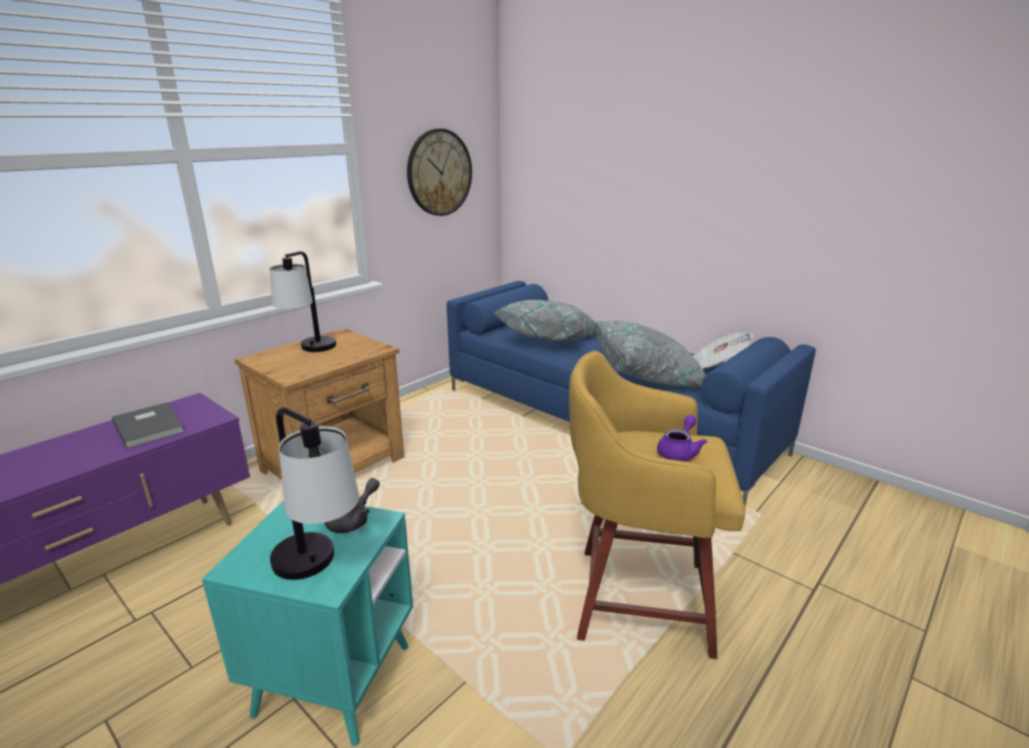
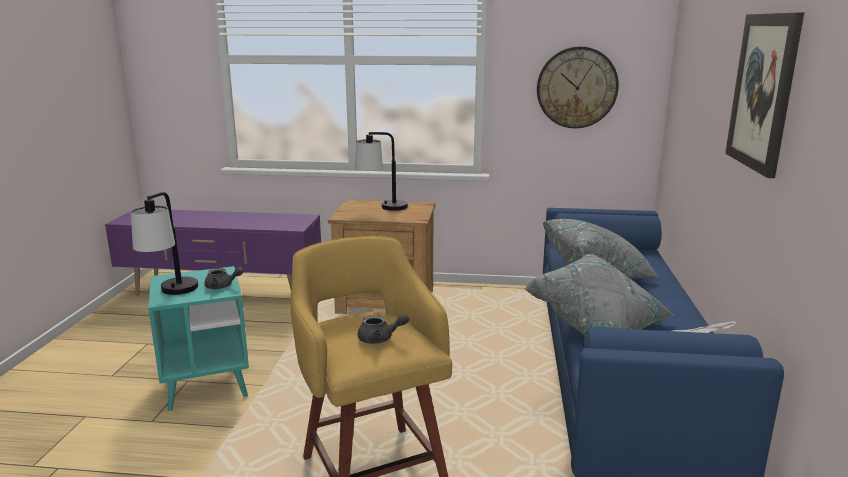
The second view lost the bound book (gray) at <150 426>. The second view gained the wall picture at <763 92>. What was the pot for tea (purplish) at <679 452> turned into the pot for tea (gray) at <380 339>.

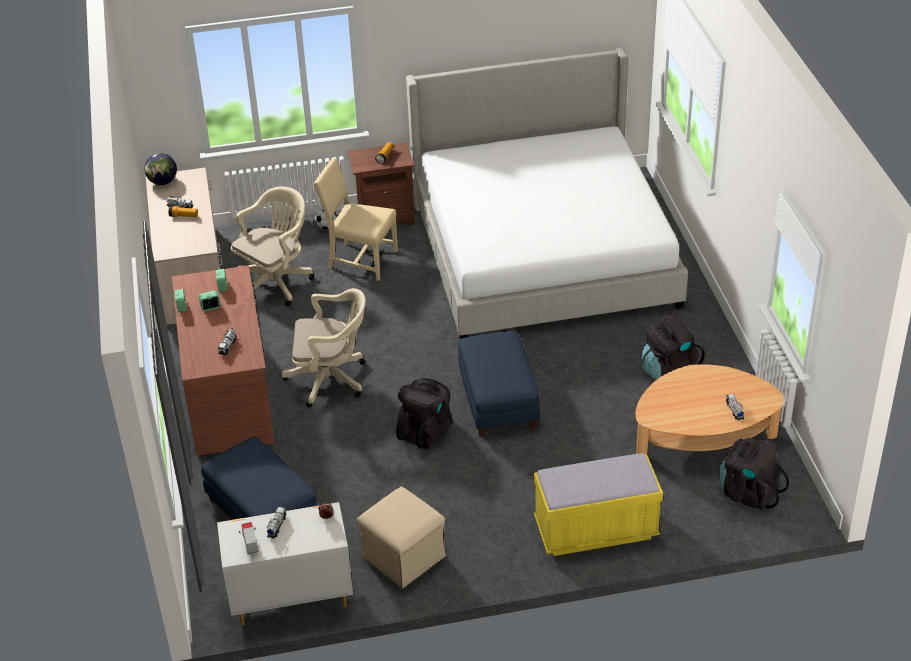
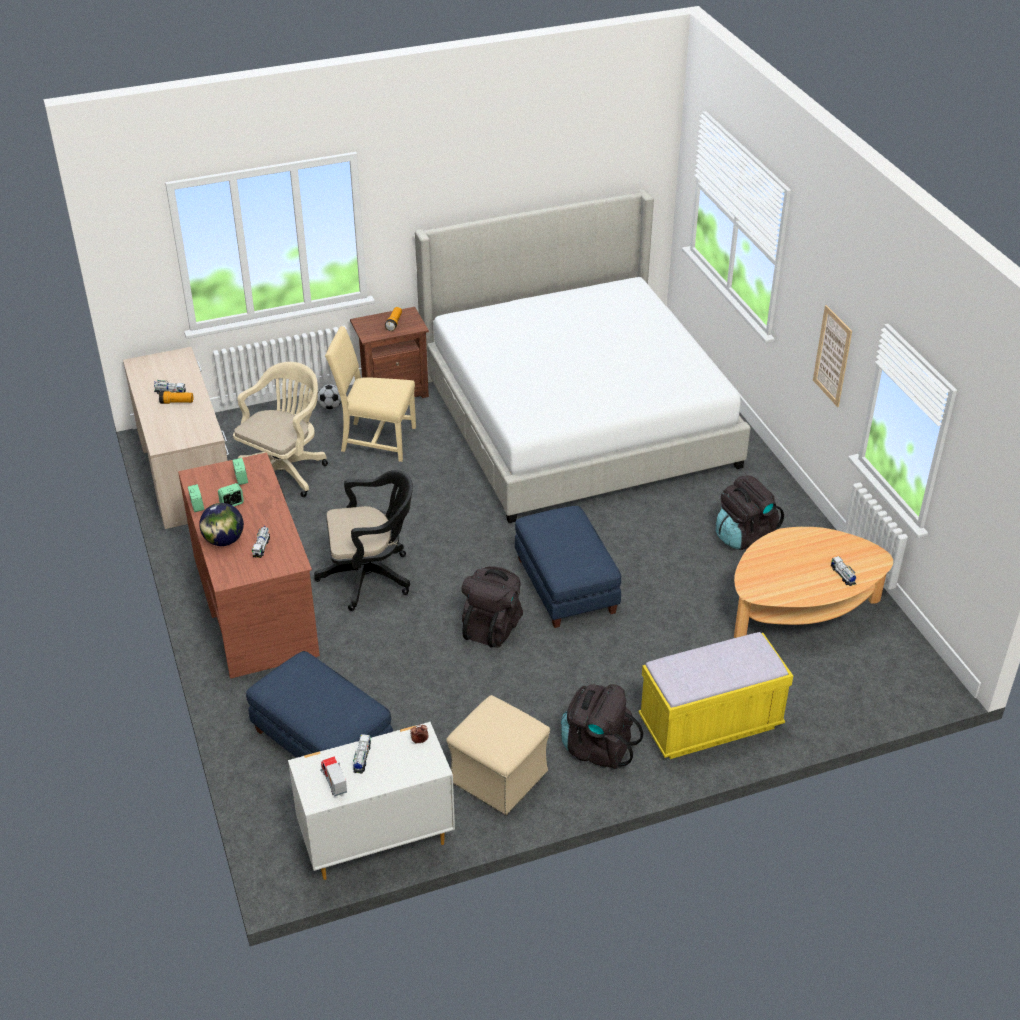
The second view gained the wall picture at <832 356>. The world globe ended up elsewhere, having gone from <163 182> to <224 541>. The backpack (black) ended up elsewhere, having gone from <748 493> to <597 748>. What was the computer chair (sand-coloured) at <331 379> turned into the computer chair (black) at <371 577>.

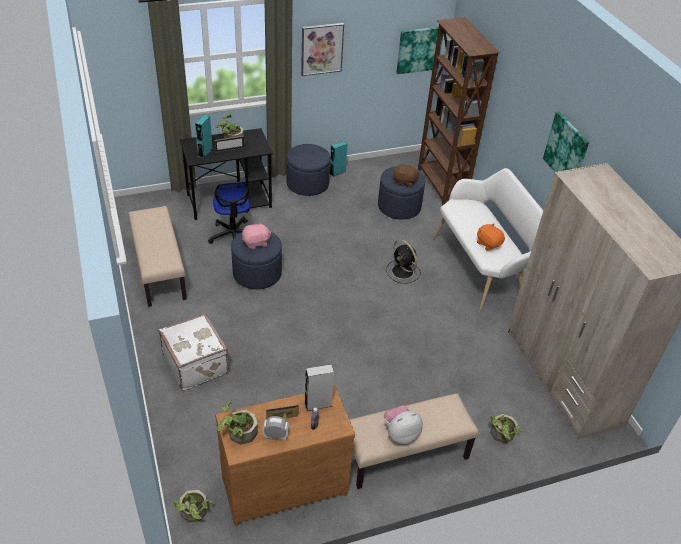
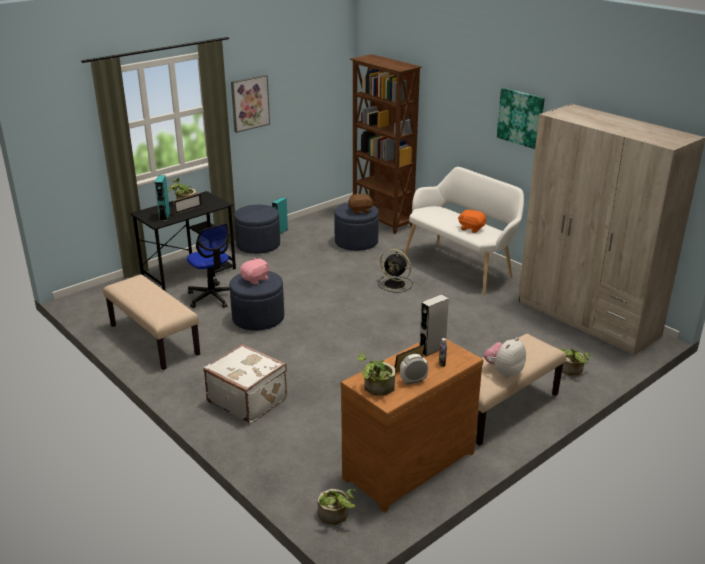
The second view lost the wall picture at <419 49>.

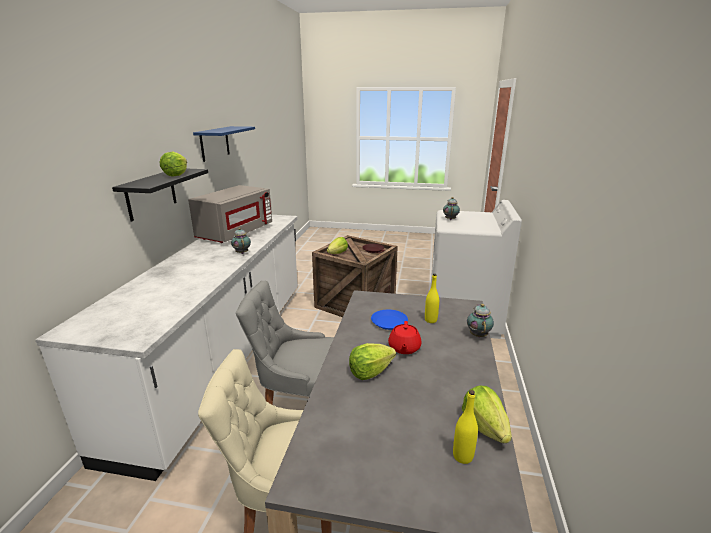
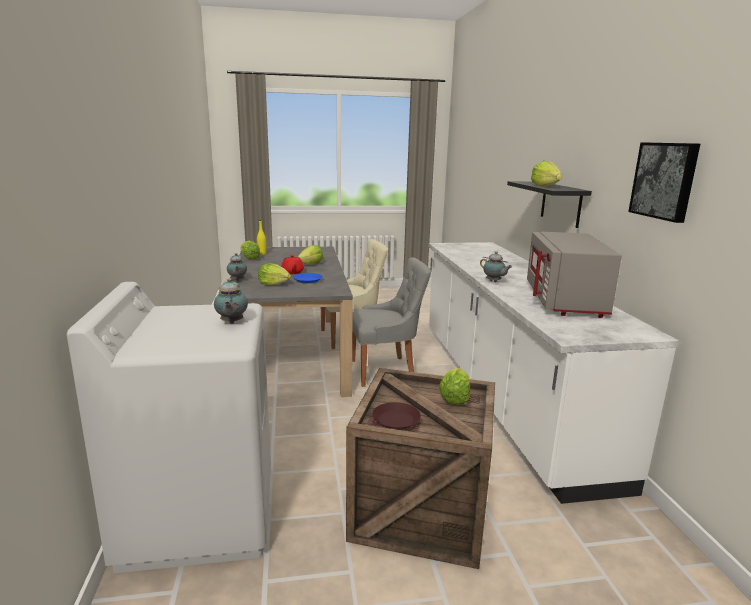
Where the shelf (blue) hung at <214 143>, the wall picture came to hang at <665 180>. Where the beverage bottle (yellow-coloured) stood at <430 320>, the lettuce head came to stand at <274 284>.

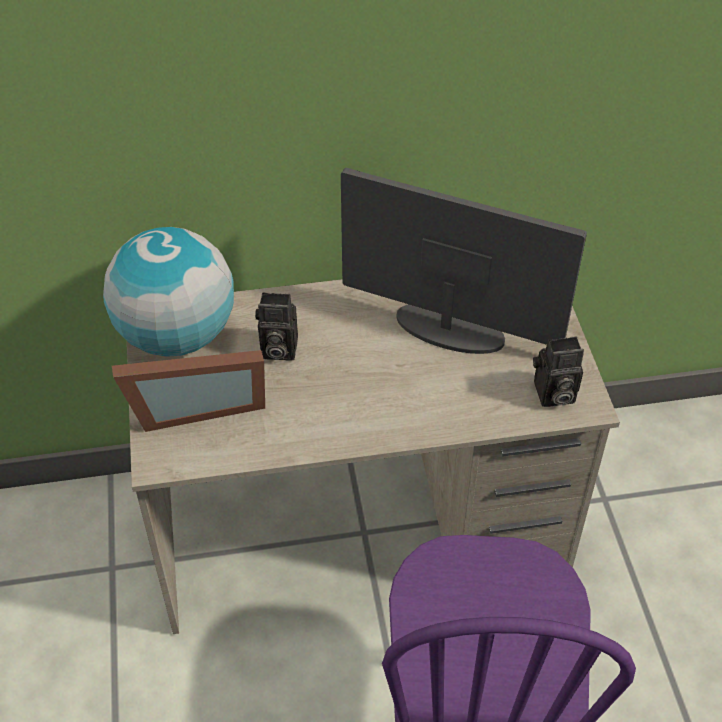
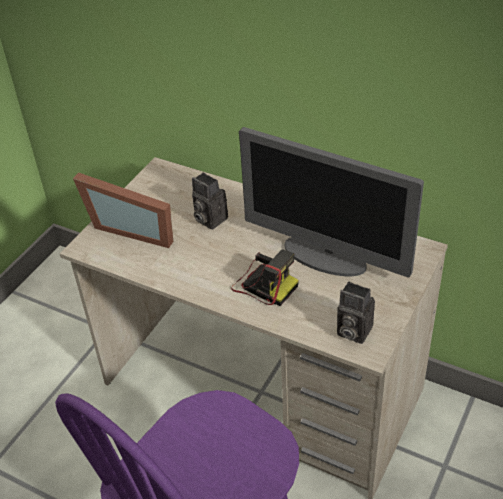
The second view lost the world globe at <177 336>. The second view gained the photo camera at <264 284>. The monitor at <449 329> ended up facing another way, 150 degrees clockwise from before.

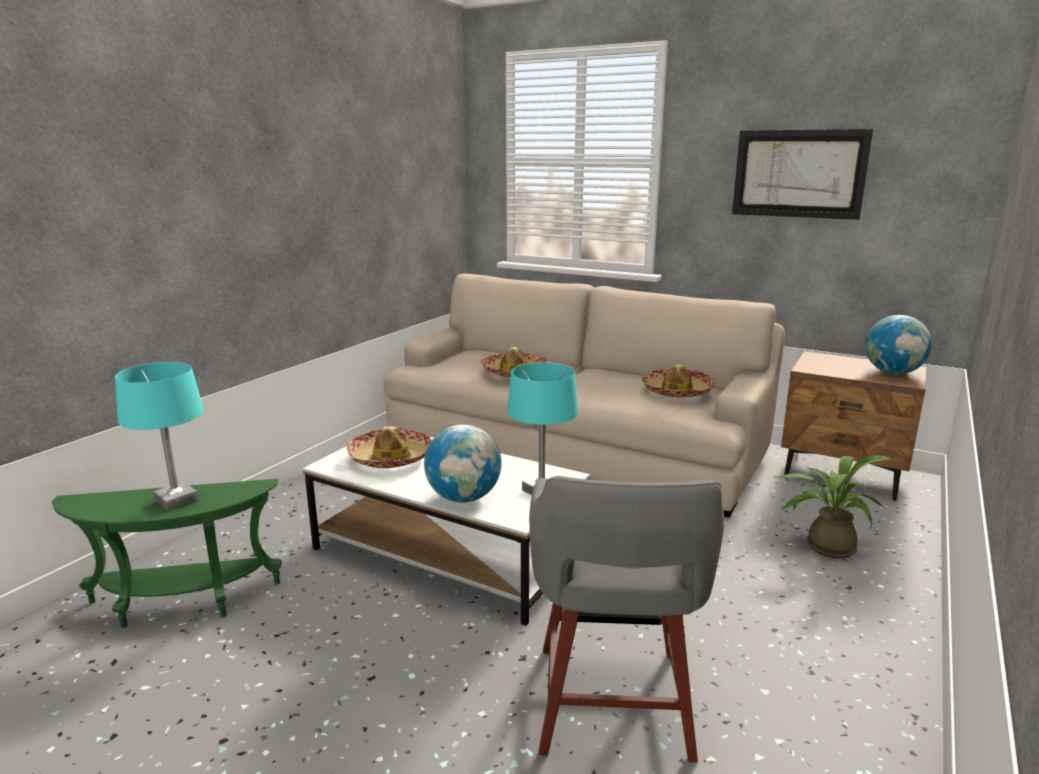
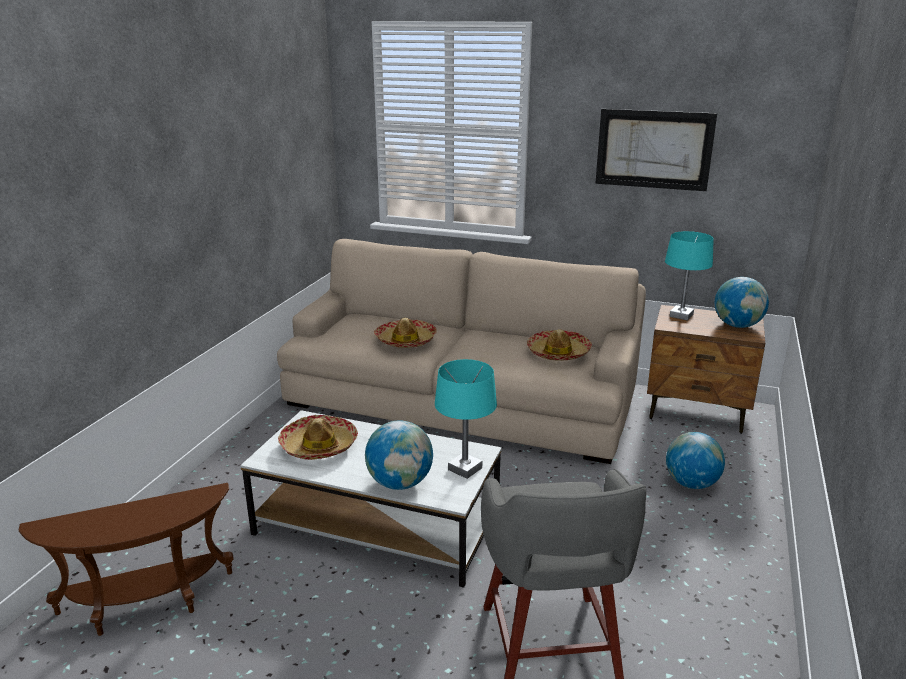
The tabletop lamp (turquoise-coloured) ended up elsewhere, having gone from <177 500> to <681 315>. Where the plant in a pot stood at <824 546>, the world globe came to stand at <691 483>. What was the end table (greenish) at <181 605> turned into the end table (brown) at <146 605>.

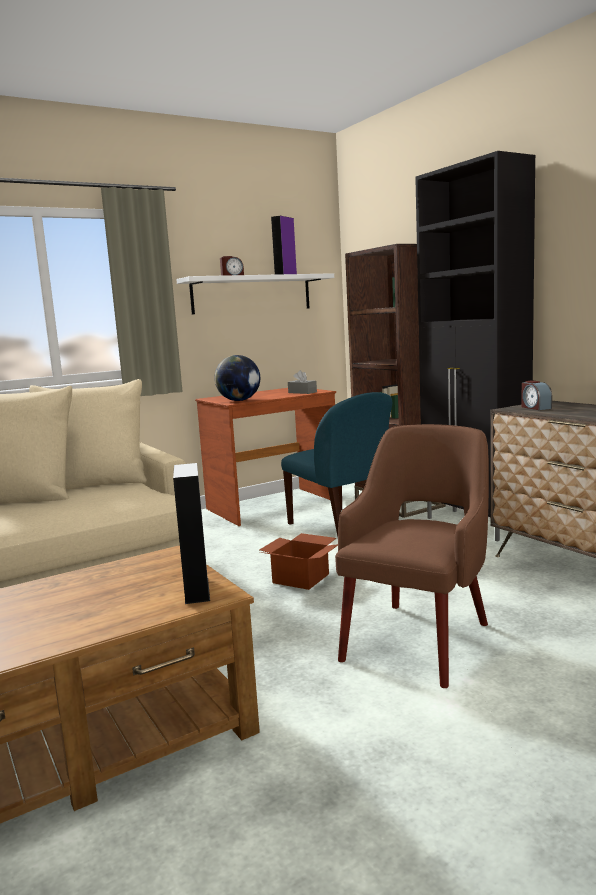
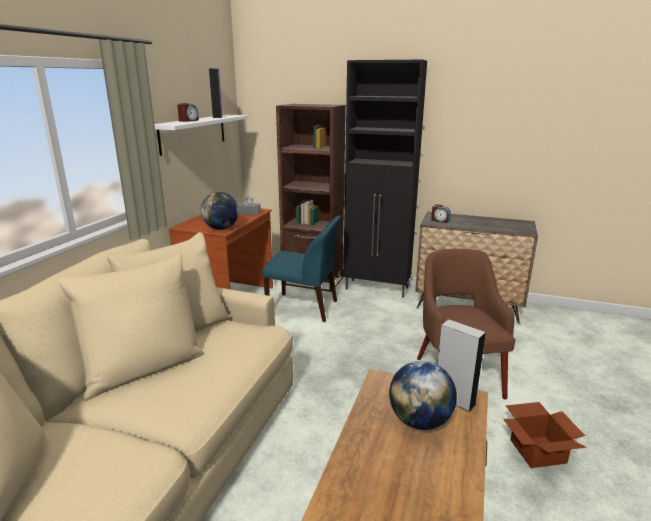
The second view gained the world globe at <420 421>. The cardboard box ended up elsewhere, having gone from <302 578> to <537 450>.

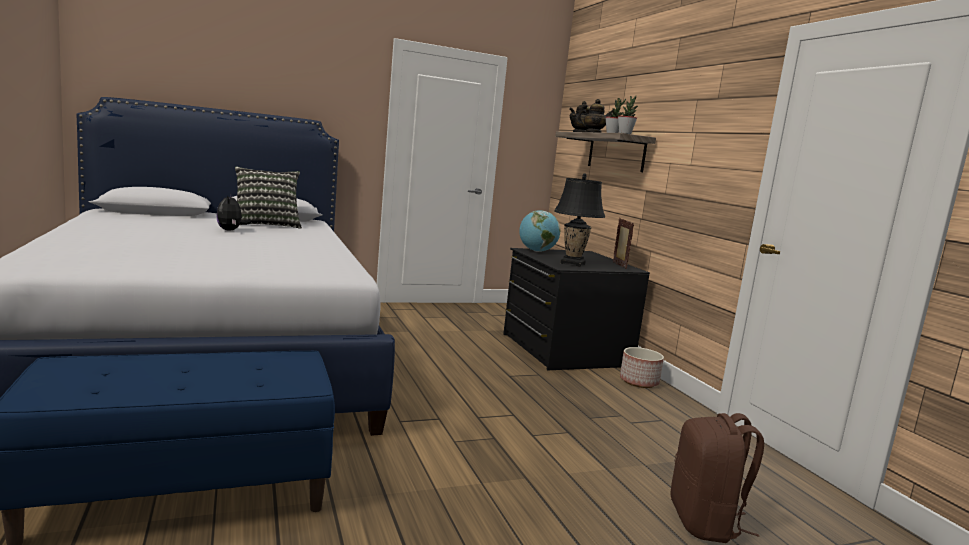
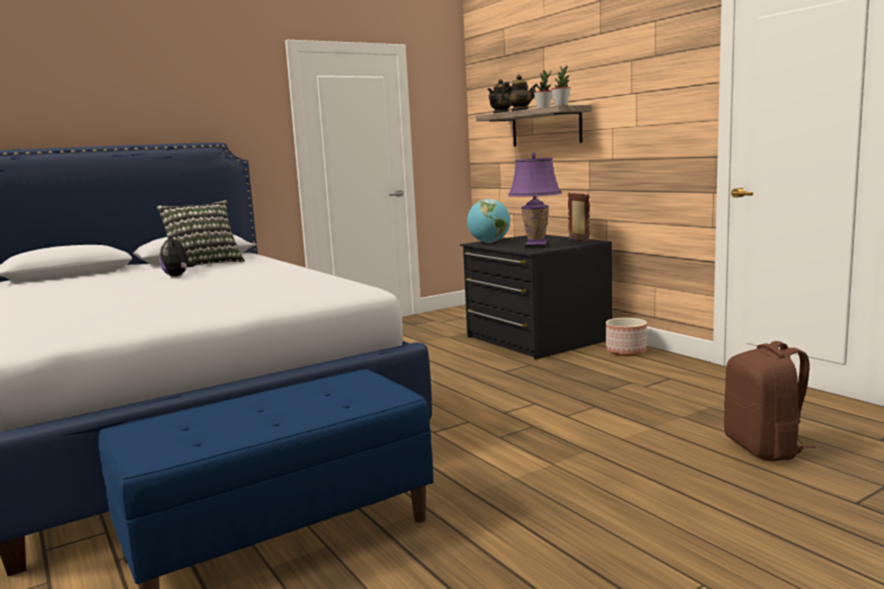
What was the tabletop lamp (black) at <572 263> turned into the tabletop lamp (purplish) at <536 246>.

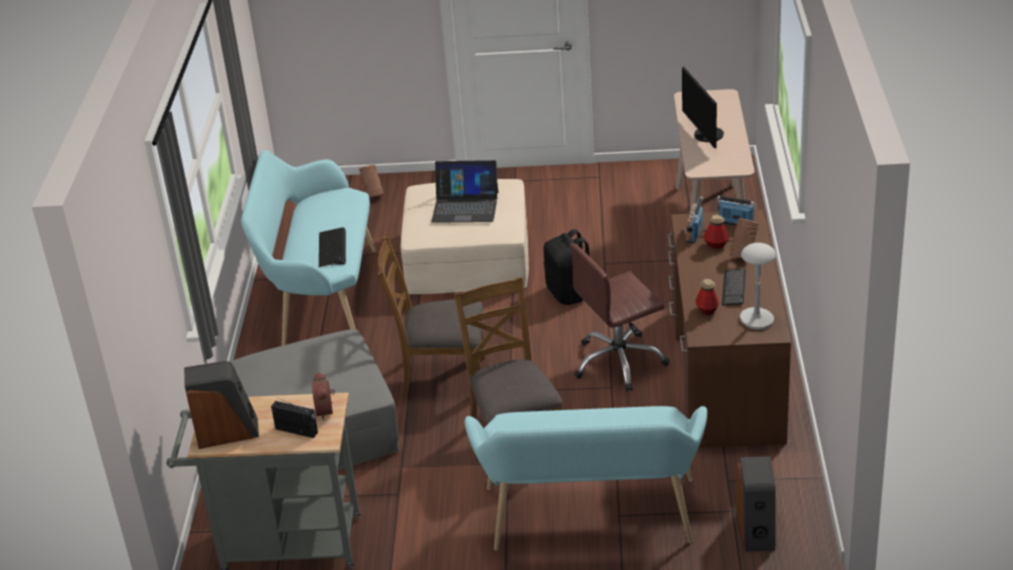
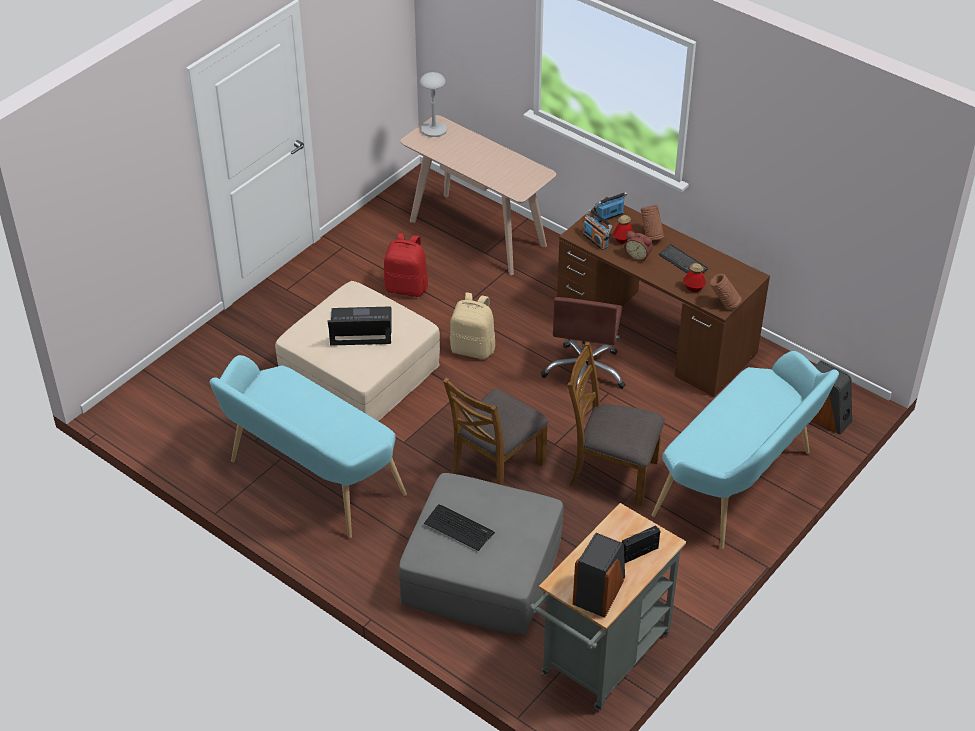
The second view lost the monitor at <705 135>. The second view gained the backpack (red-coloured) at <407 287>. The table clock ended up elsewhere, having gone from <326 411> to <638 255>. The PC keyboard ended up elsewhere, having gone from <332 248> to <459 528>. The decorative vase (brown) ended up elsewhere, having gone from <373 195> to <723 305>. The tabletop lamp (gray) ended up elsewhere, having gone from <757 320> to <434 130>. What was the backpack (black) at <569 293> turned into the backpack (sand-coloured) at <473 348>. The portable computer at <465 206> ended up facing another way, 135 degrees counterclockwise from before.

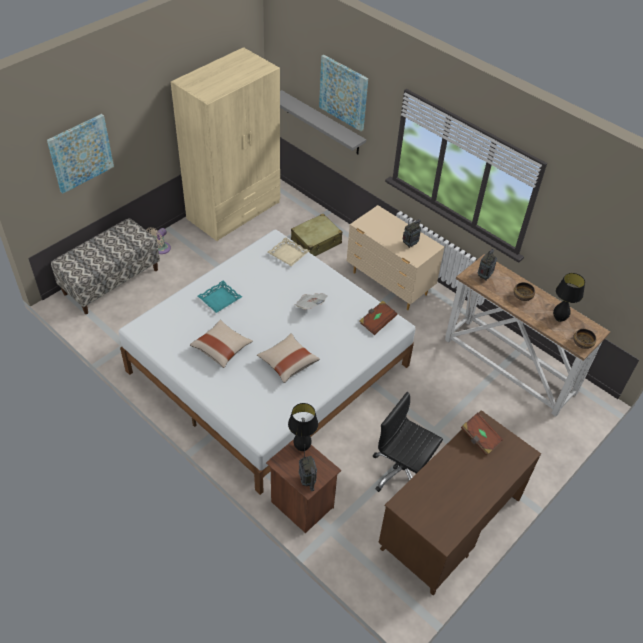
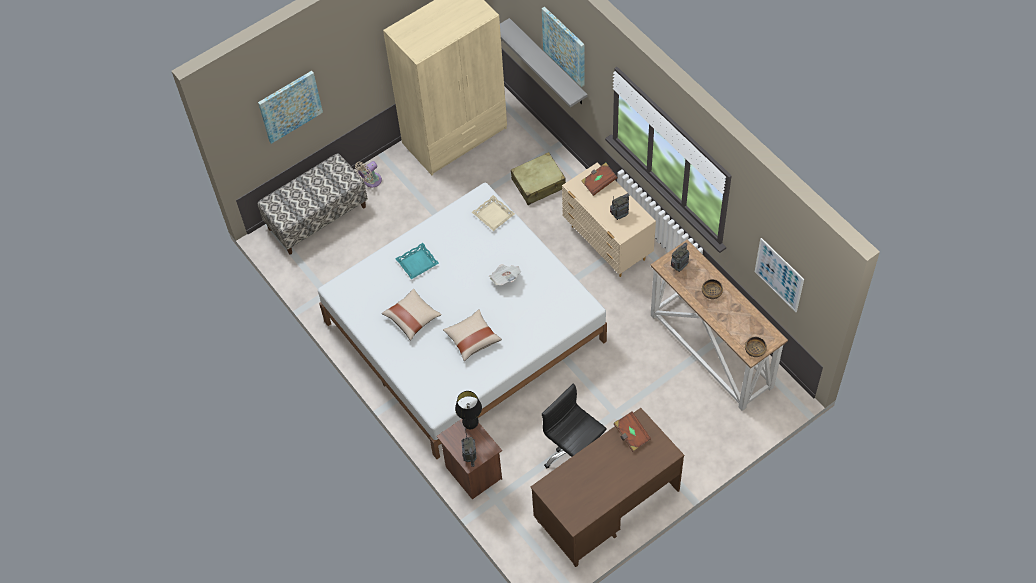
The second view lost the tabletop lamp (black) at <559 319>. The second view gained the wall picture at <779 275>. The bound book (brown) ended up elsewhere, having gone from <377 322> to <599 182>.

